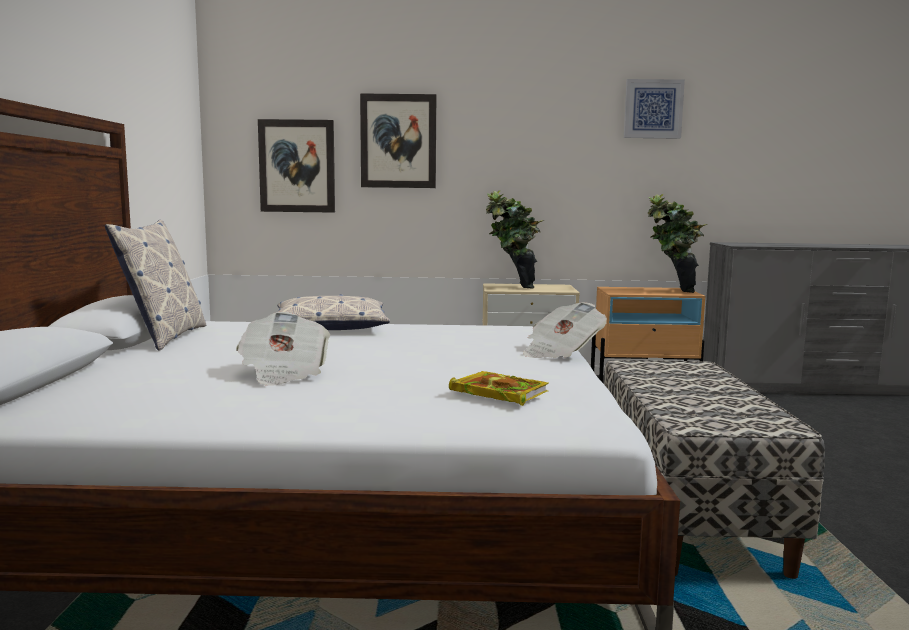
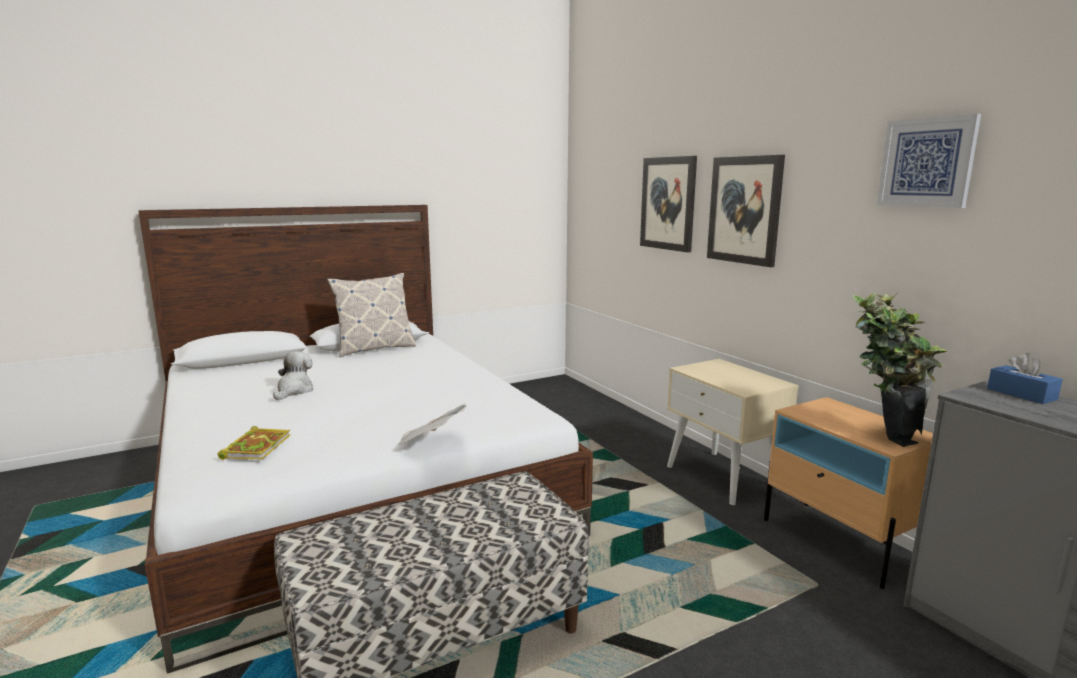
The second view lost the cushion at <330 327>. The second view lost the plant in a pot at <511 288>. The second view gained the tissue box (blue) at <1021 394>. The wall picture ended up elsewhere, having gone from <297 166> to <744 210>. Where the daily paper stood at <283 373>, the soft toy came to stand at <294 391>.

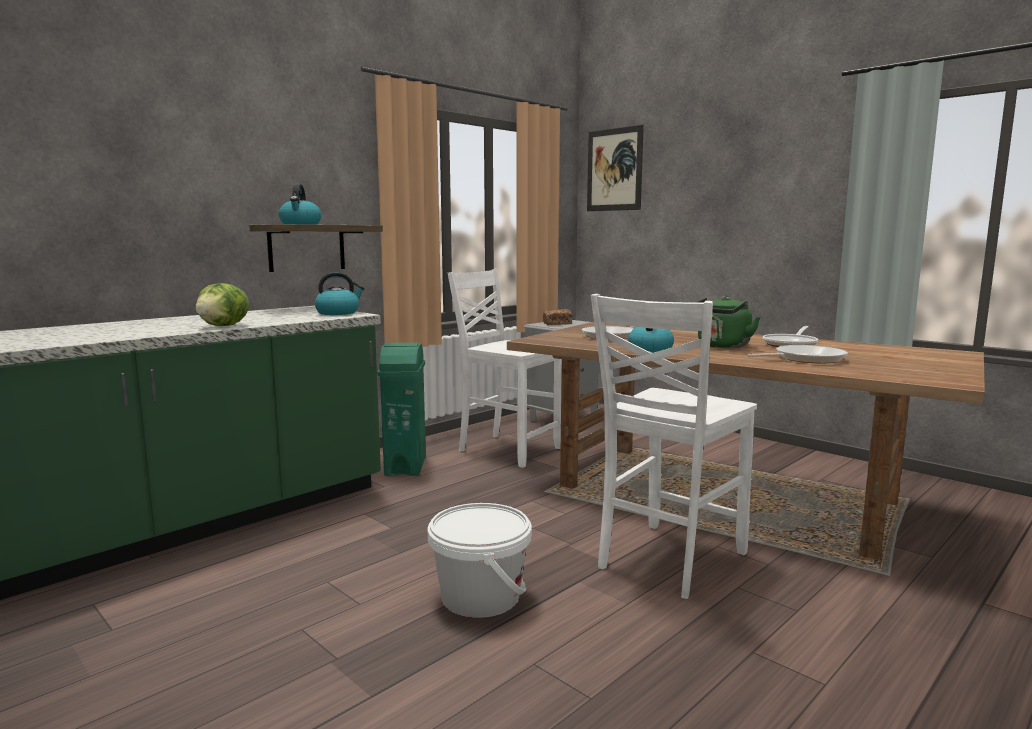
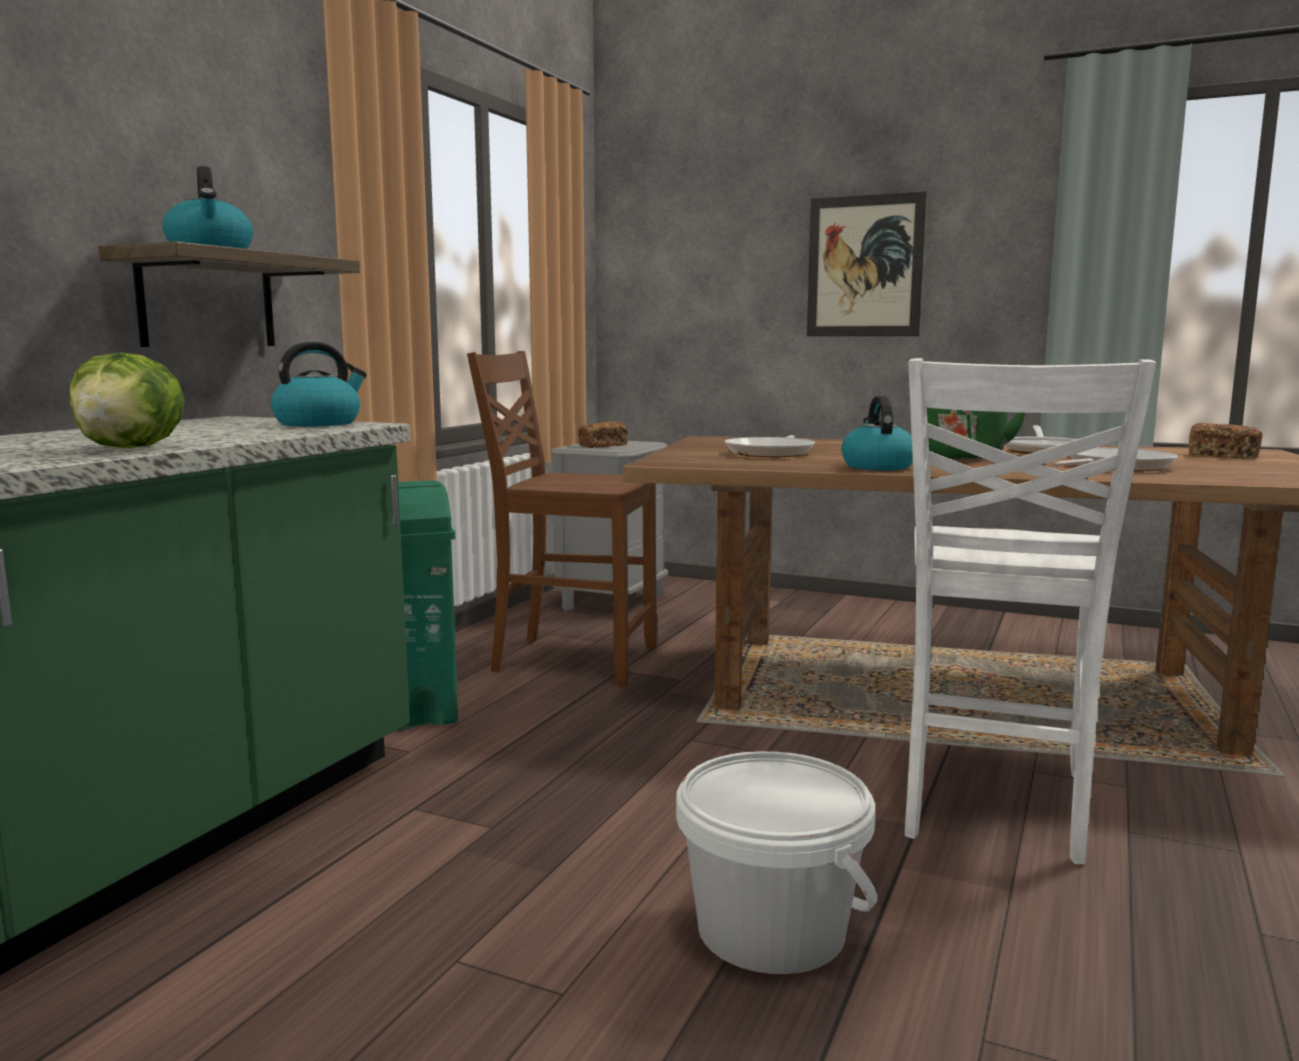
The second view gained the baked bread at <1223 456>. The wall picture ended up elsewhere, having gone from <614 169> to <864 266>. What was the chair (white-coloured) at <507 449> turned into the chair (brown) at <571 660>.

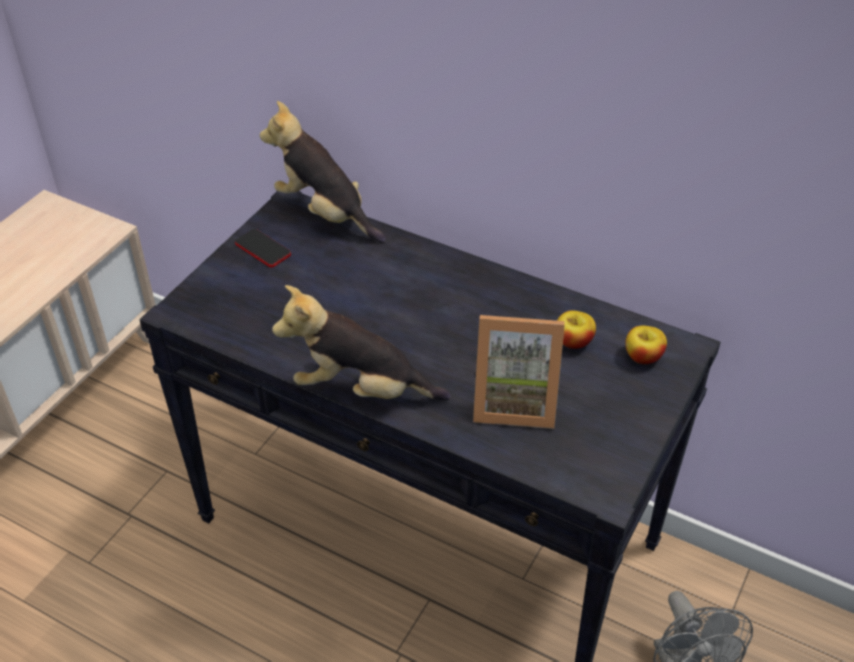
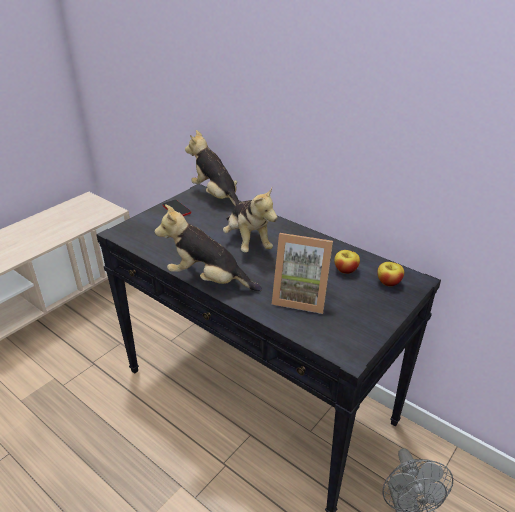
The second view gained the soft toy at <247 242>.

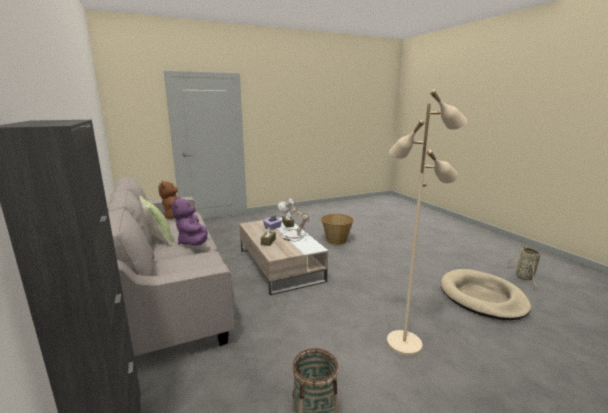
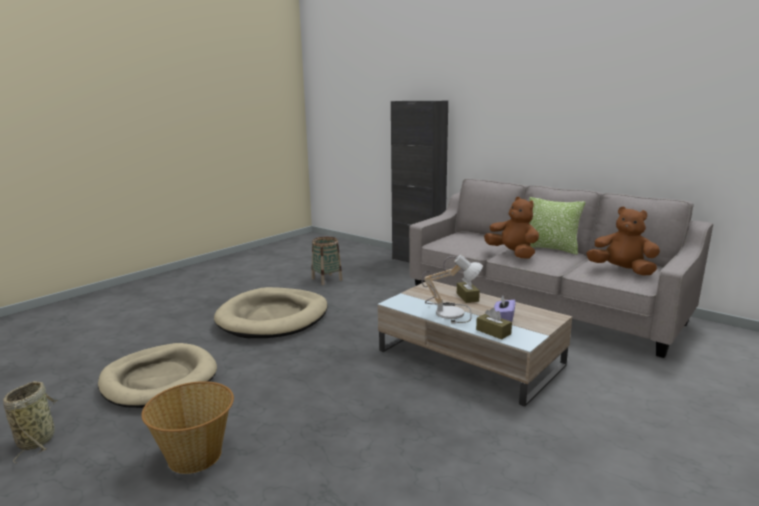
The household basket ended up elsewhere, having gone from <336 240> to <196 456>. Where the standard lamp (sand-coloured) stood at <404 343>, the dog bed (sand-coloured) came to stand at <273 317>. What was the soft toy (purplish) at <193 243> turned into the soft toy (brown) at <513 254>.

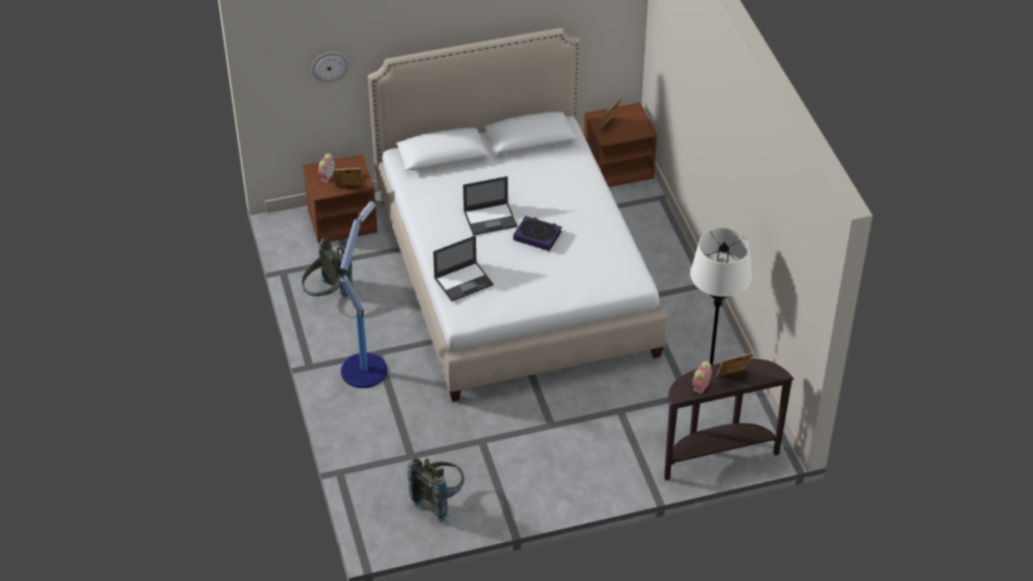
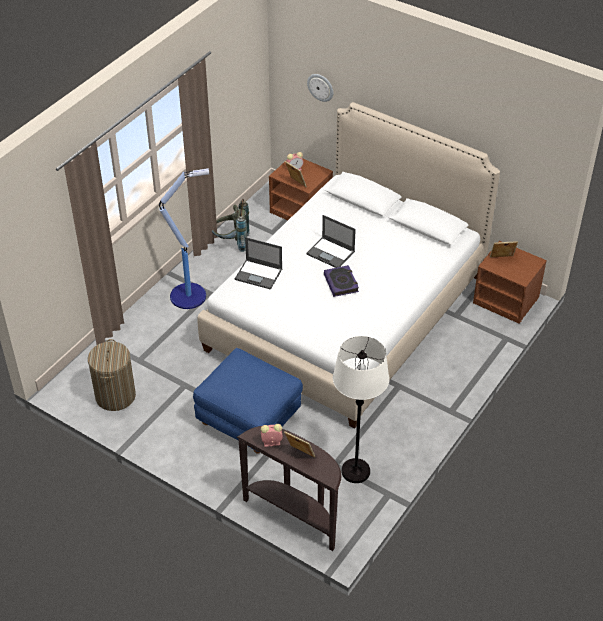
The second view gained the ottoman (blue) at <249 419>. Where the backpack (gray) stood at <439 500>, the washing basket came to stand at <115 396>.

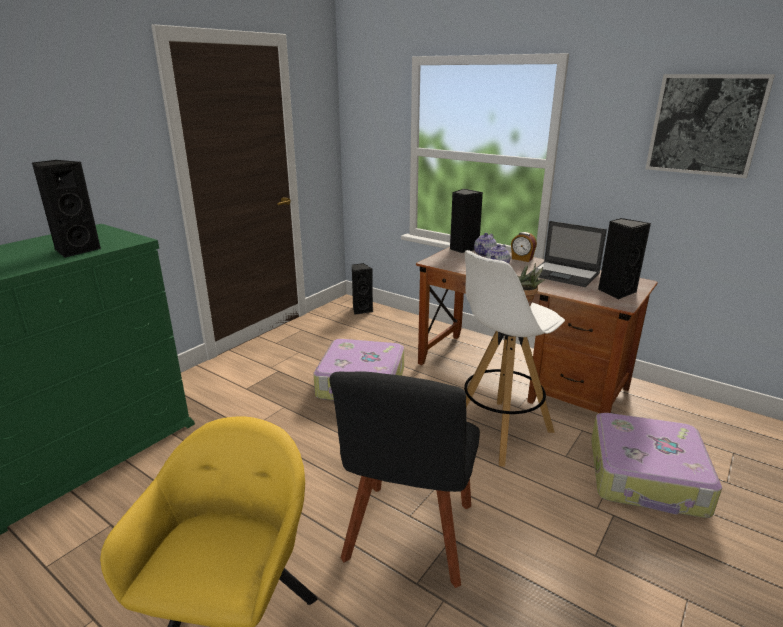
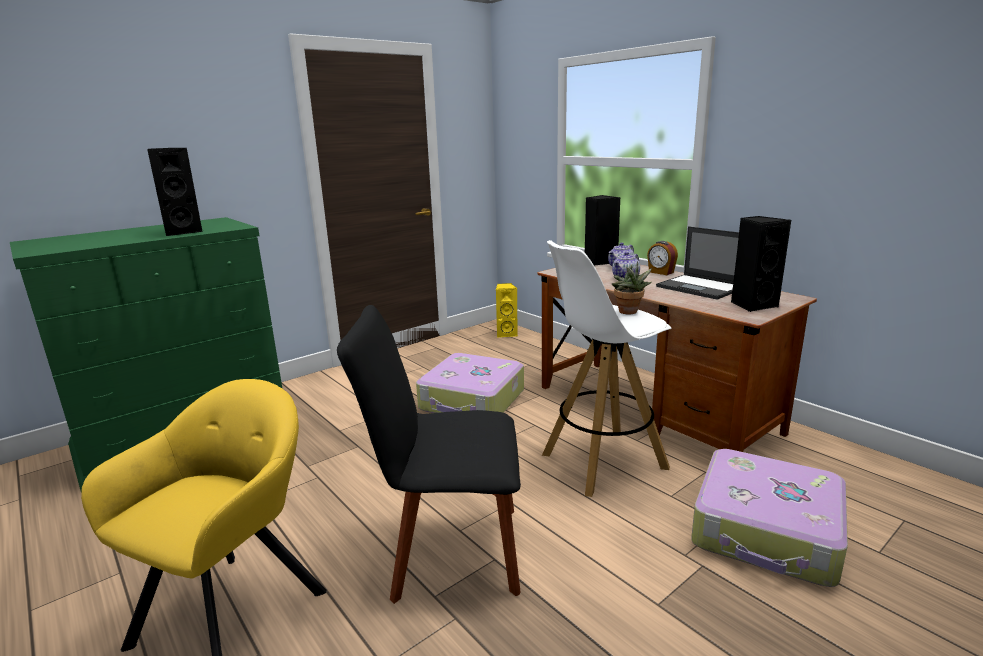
The second view lost the wall picture at <705 125>. What was the audio speaker (black) at <361 310> turned into the audio speaker (yellow-coloured) at <506 334>. The chair (black) at <409 538> ended up facing another way, 60 degrees clockwise from before.

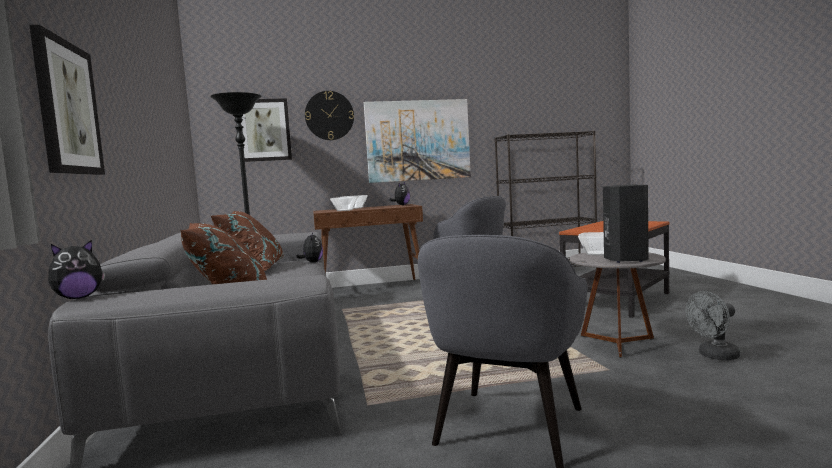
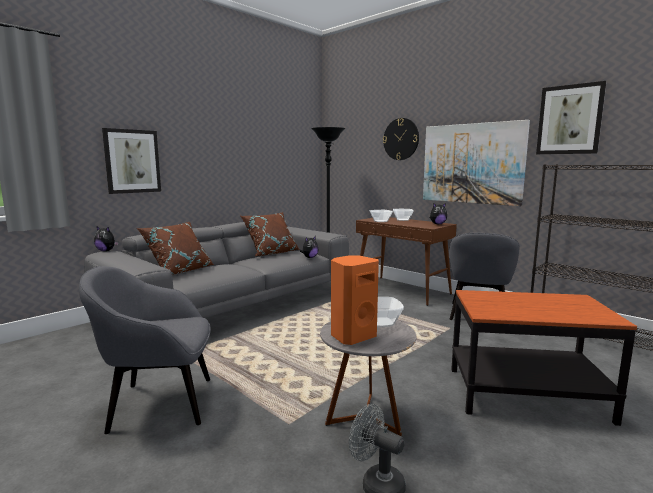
The wall picture ended up elsewhere, having gone from <264 130> to <569 120>. What was the audio speaker (black) at <624 259> turned into the audio speaker (orange) at <352 336>.

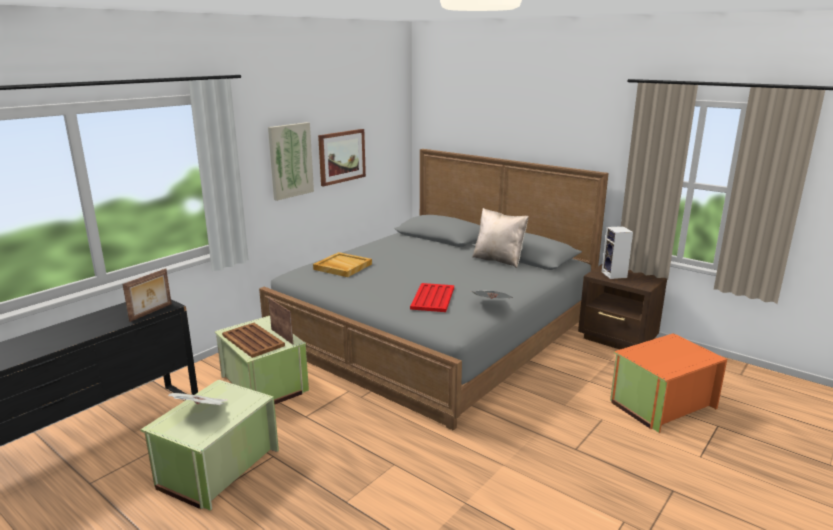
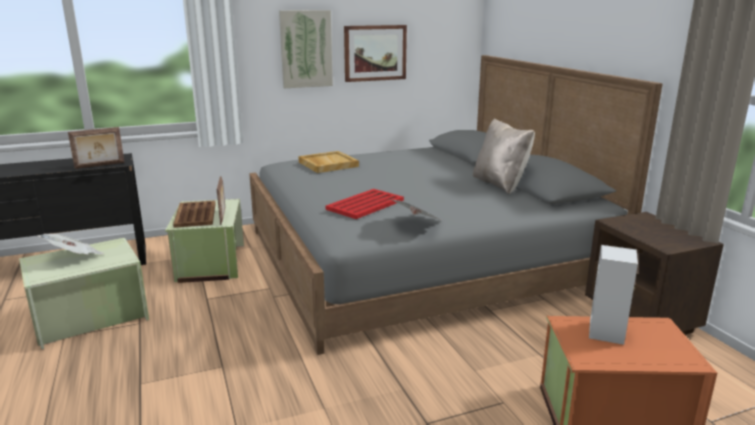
The audio speaker ended up elsewhere, having gone from <615 275> to <607 333>.

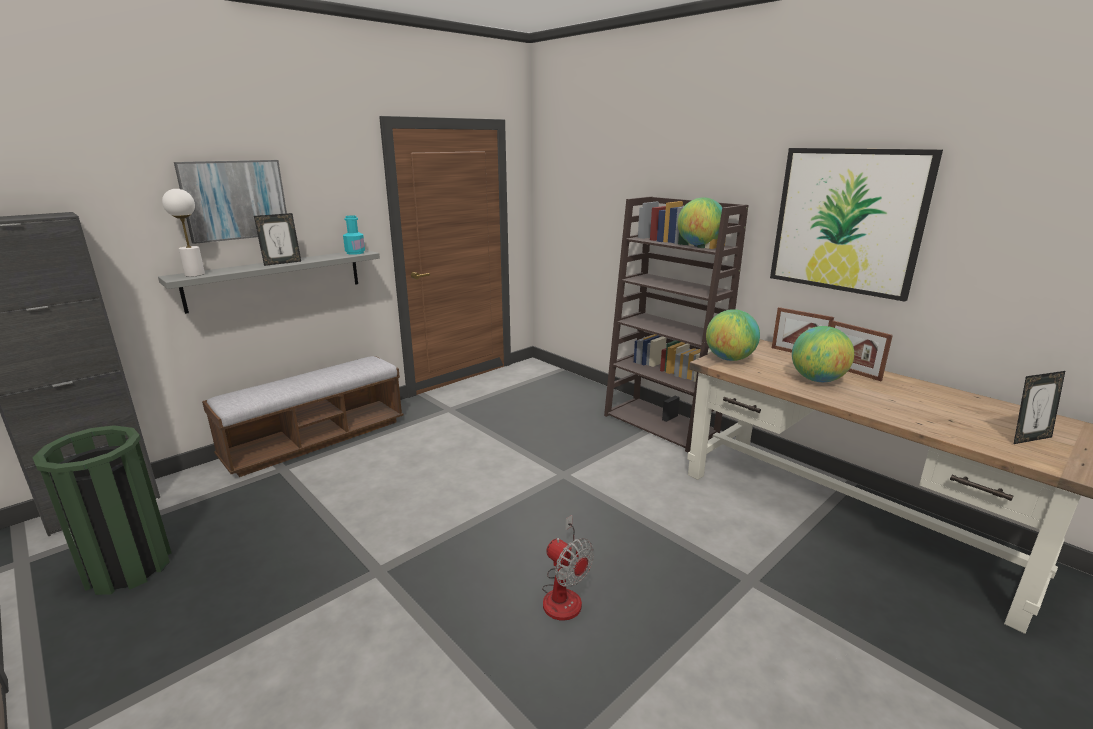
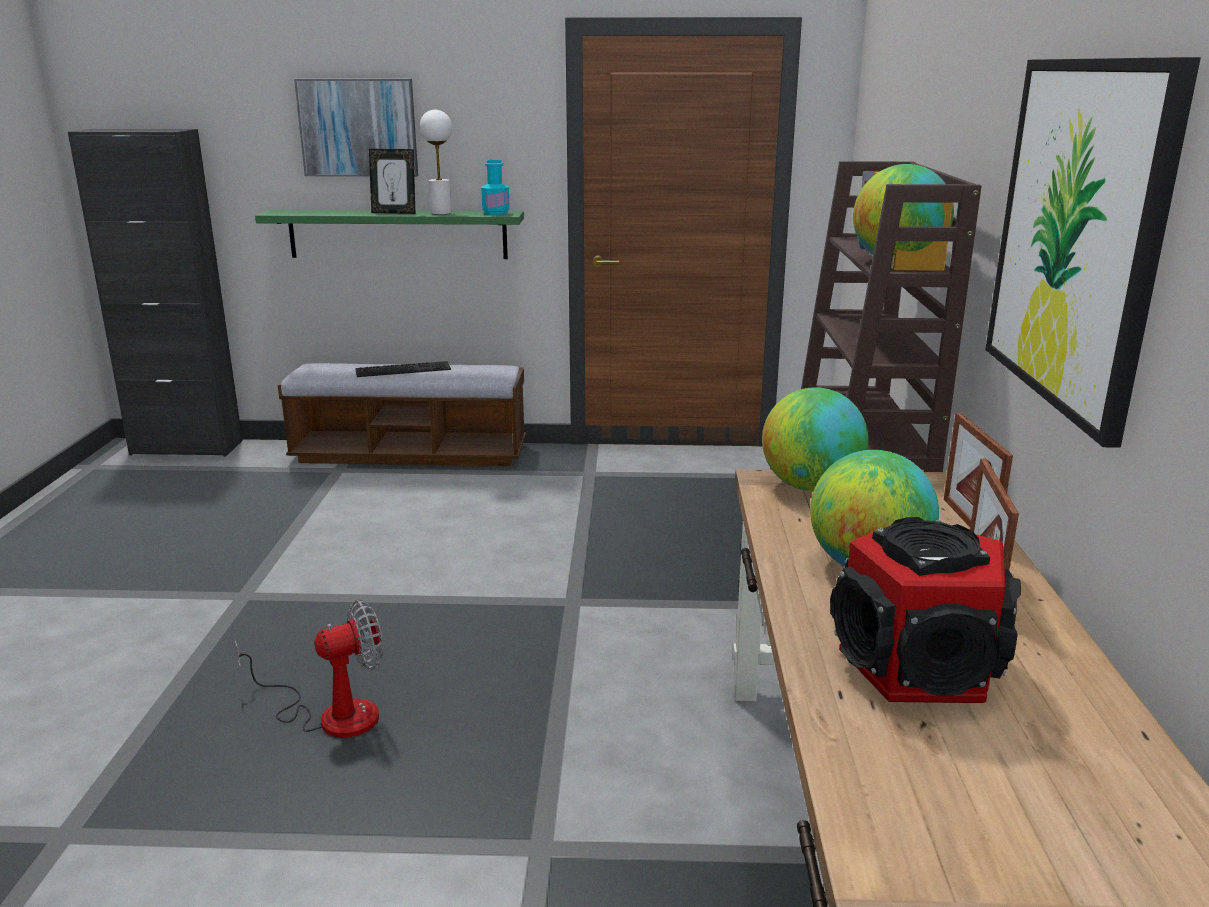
The second view lost the waste bin (greenish) at <128 567>. The second view lost the picture frame at <1028 438>. The second view gained the PC keyboard at <404 369>. The second view gained the audio speaker at <920 667>. The tabletop lamp (white-coloured) ended up elsewhere, having gone from <194 274> to <441 213>. What was the shelf (gray) at <276 279> turned into the shelf (greenish) at <398 234>. The fan at <564 594> ended up facing another way, 120 degrees counterclockwise from before.

